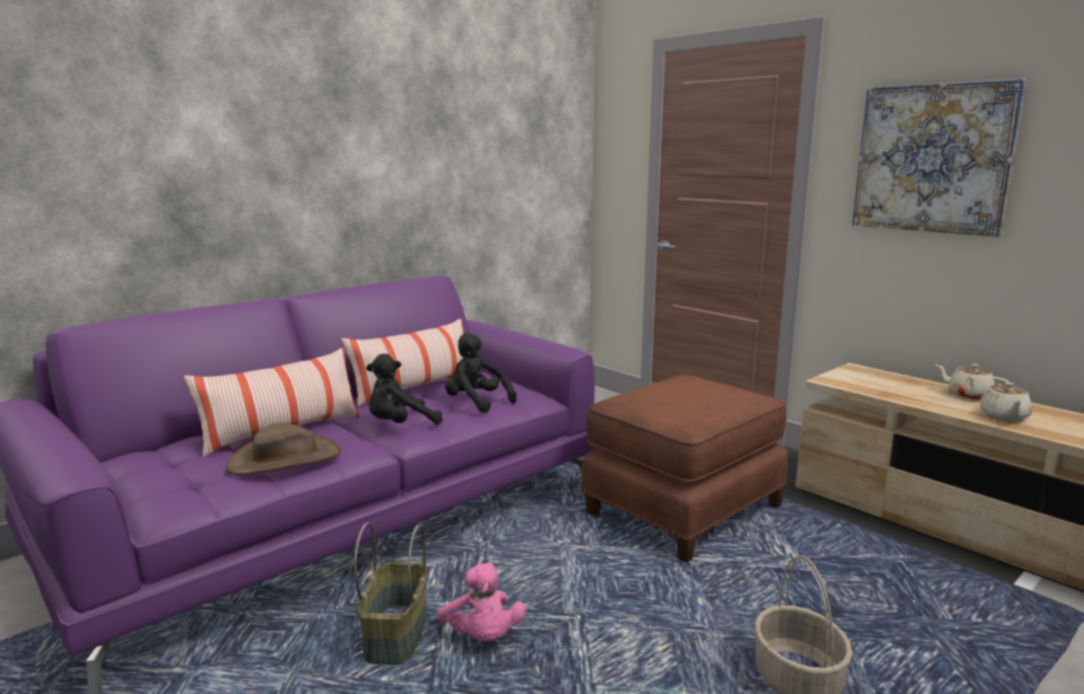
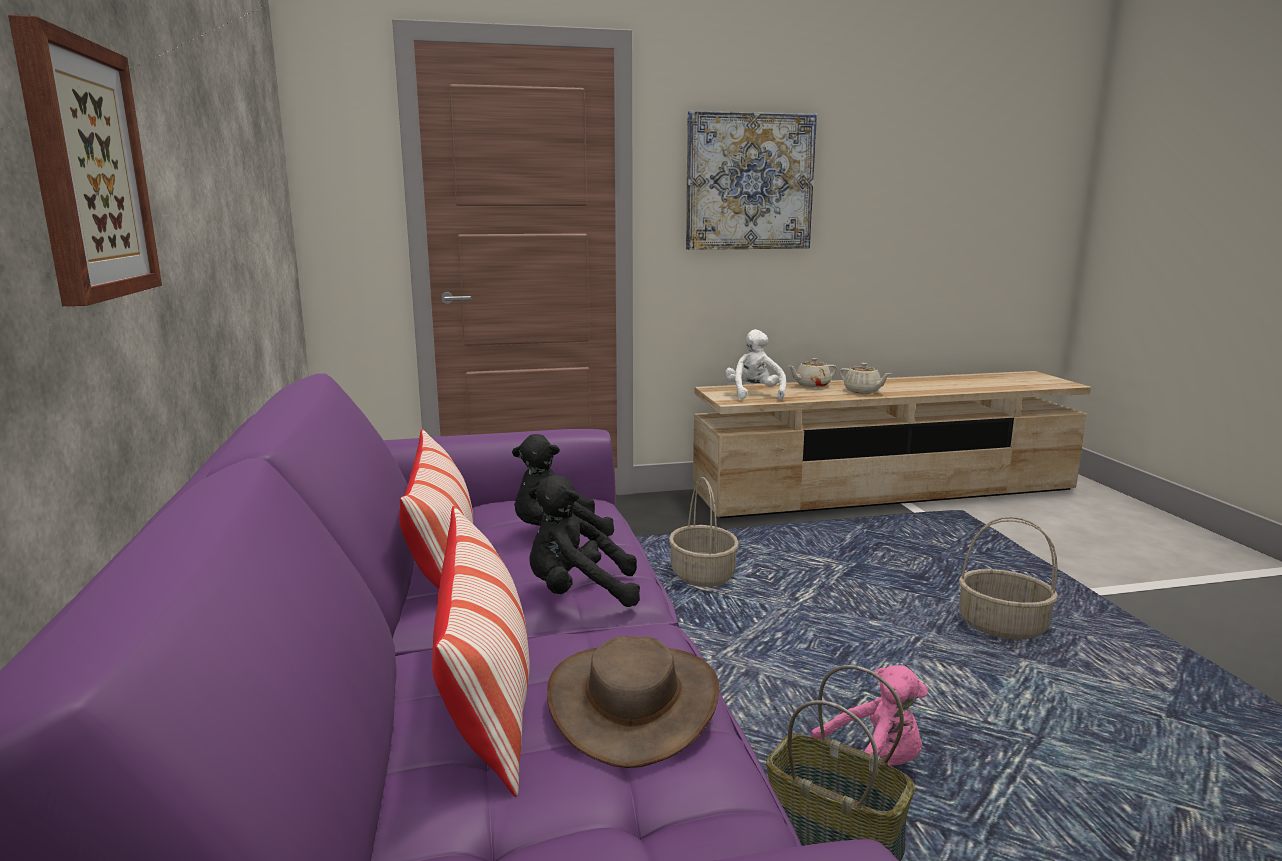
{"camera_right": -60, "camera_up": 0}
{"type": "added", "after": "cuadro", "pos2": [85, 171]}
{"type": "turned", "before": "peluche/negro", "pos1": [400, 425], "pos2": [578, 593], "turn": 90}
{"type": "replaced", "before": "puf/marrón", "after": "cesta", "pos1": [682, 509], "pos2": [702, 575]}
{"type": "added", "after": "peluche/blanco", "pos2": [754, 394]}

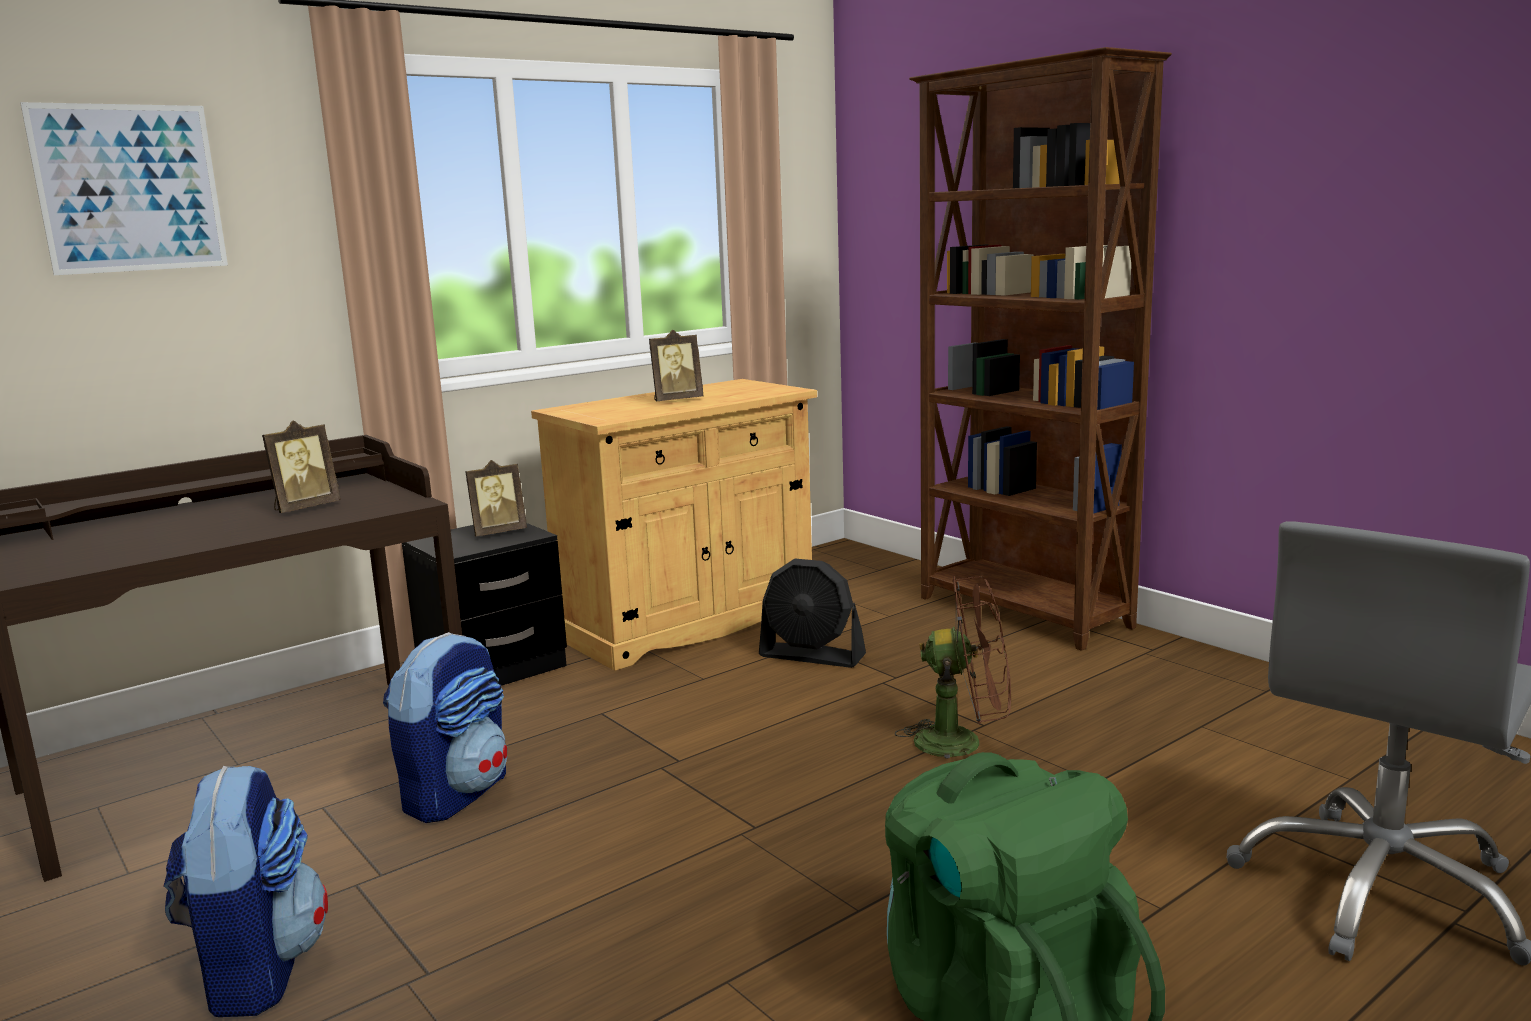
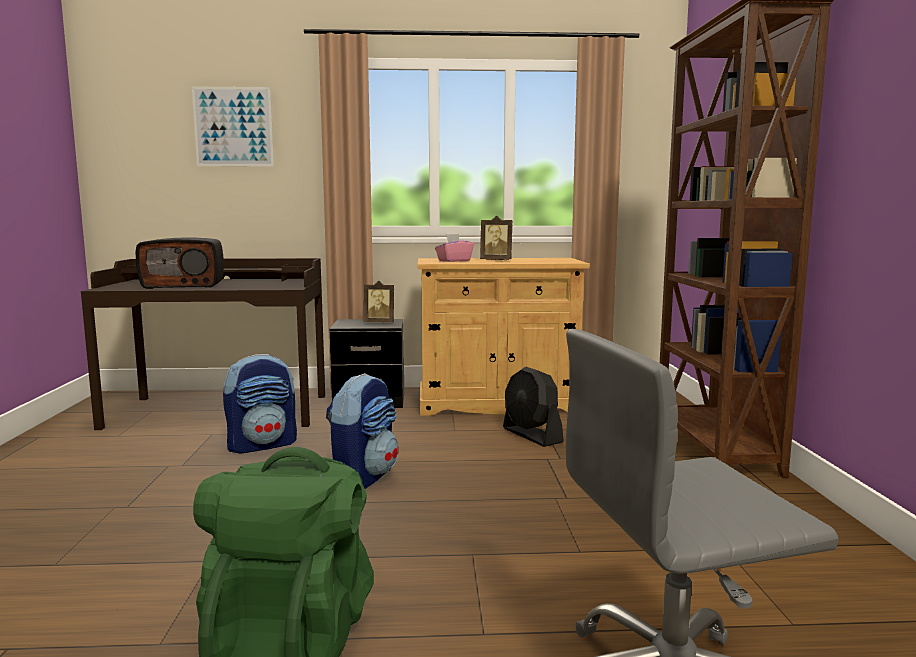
{"camera_right": 35, "camera_up": -5}
{"type": "added", "after": "radio", "pos2": [184, 285]}
{"type": "moved", "before": "mochila", "pos1": [255, 970], "pos2": [363, 477]}
{"type": "added", "after": "caja de pañuelos/rosa", "pos2": [454, 261]}
{"type": "removed", "before": "portarretratos", "pos1": [304, 508]}
{"type": "removed", "before": "ventilador/marrón", "pos1": [962, 742]}

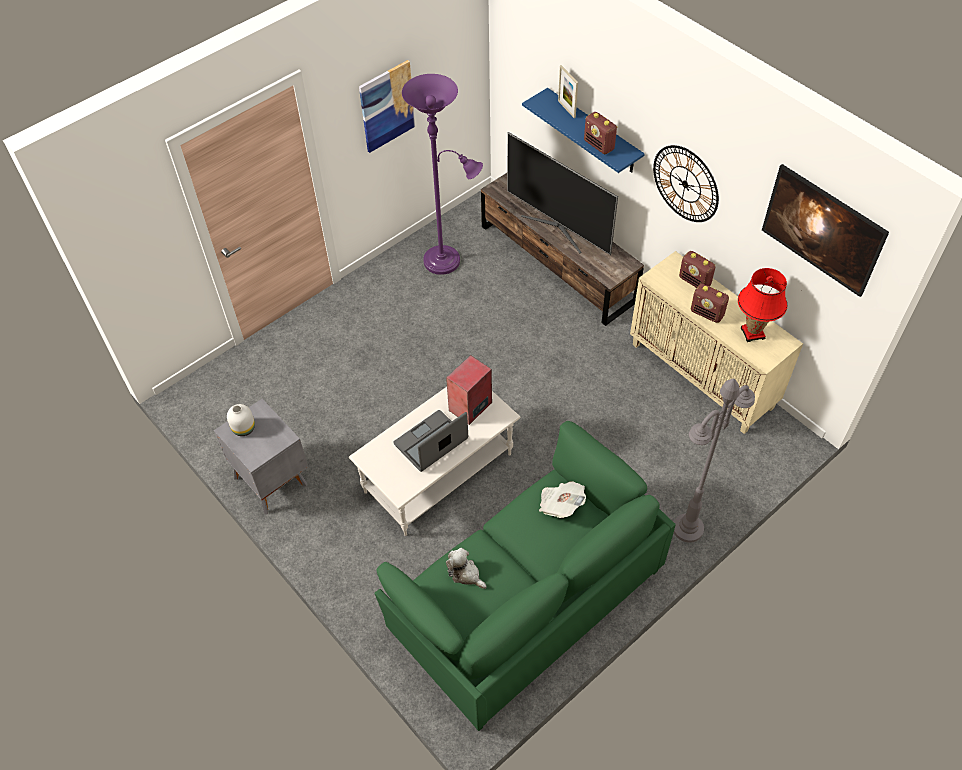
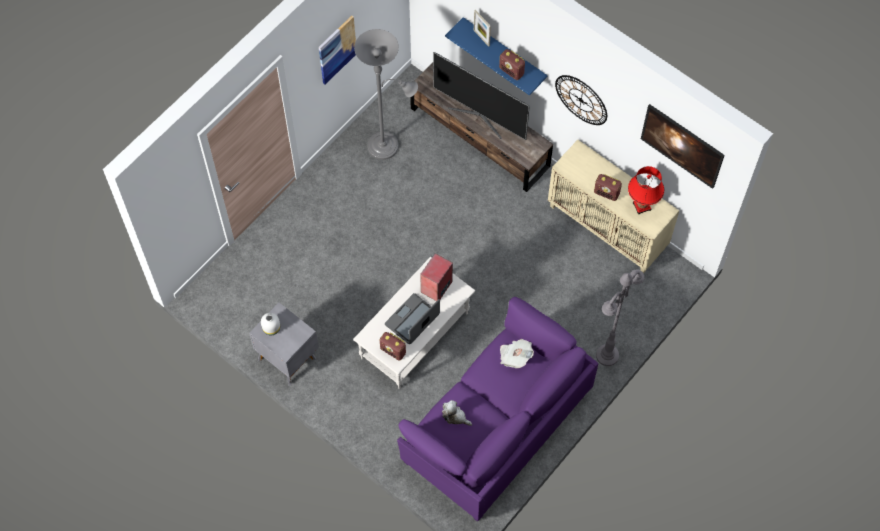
{"camera_right": -10, "camera_up": 10}
{"type": "recoloured", "before": "lámpara de pie/morado", "after": "lámpara de pie/gris", "pos1": [447, 261], "pos2": [387, 146]}
{"type": "moved", "before": "radio", "pos1": [695, 281], "pos2": [393, 351]}
{"type": "recoloured", "before": "sofá/verde", "after": "sofá/morado", "pos1": [525, 600], "pos2": [496, 425]}

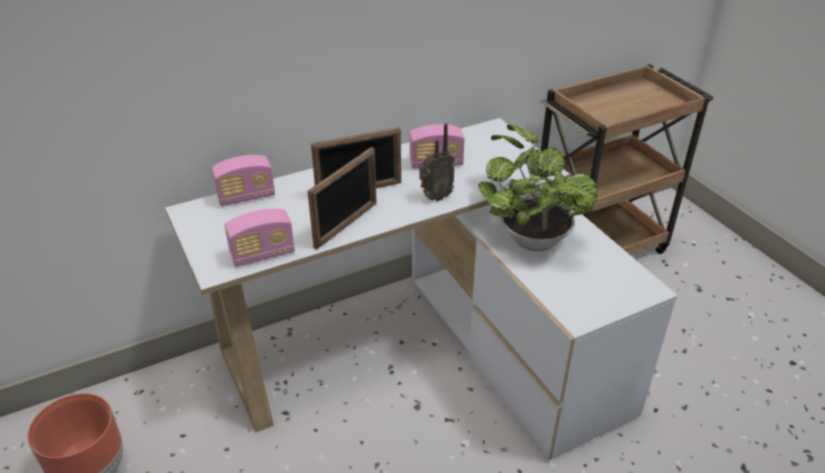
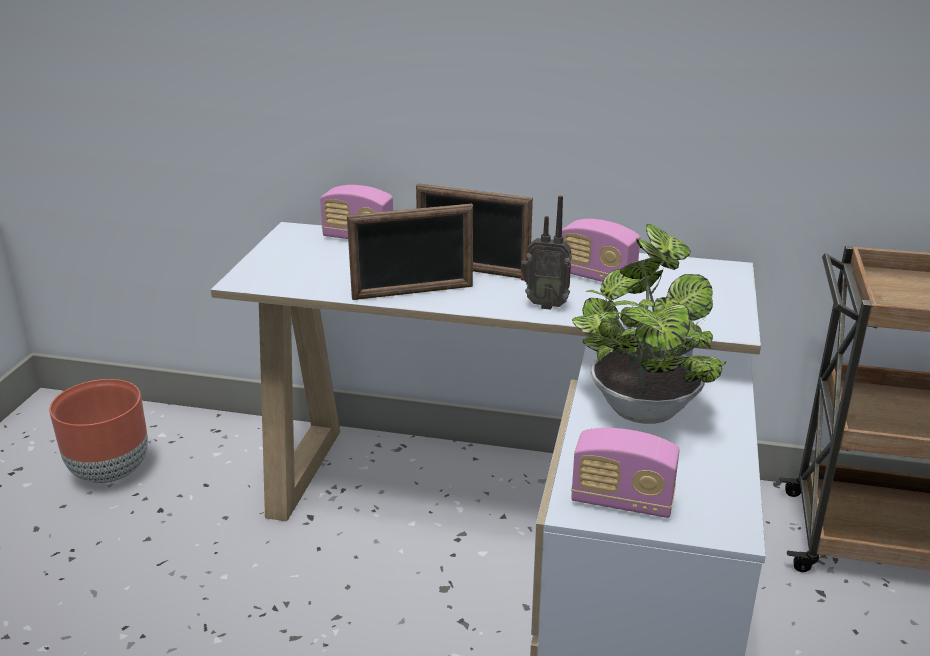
{"camera_right": 40, "camera_up": -10}
{"type": "moved", "before": "radio", "pos1": [262, 254], "pos2": [622, 501]}

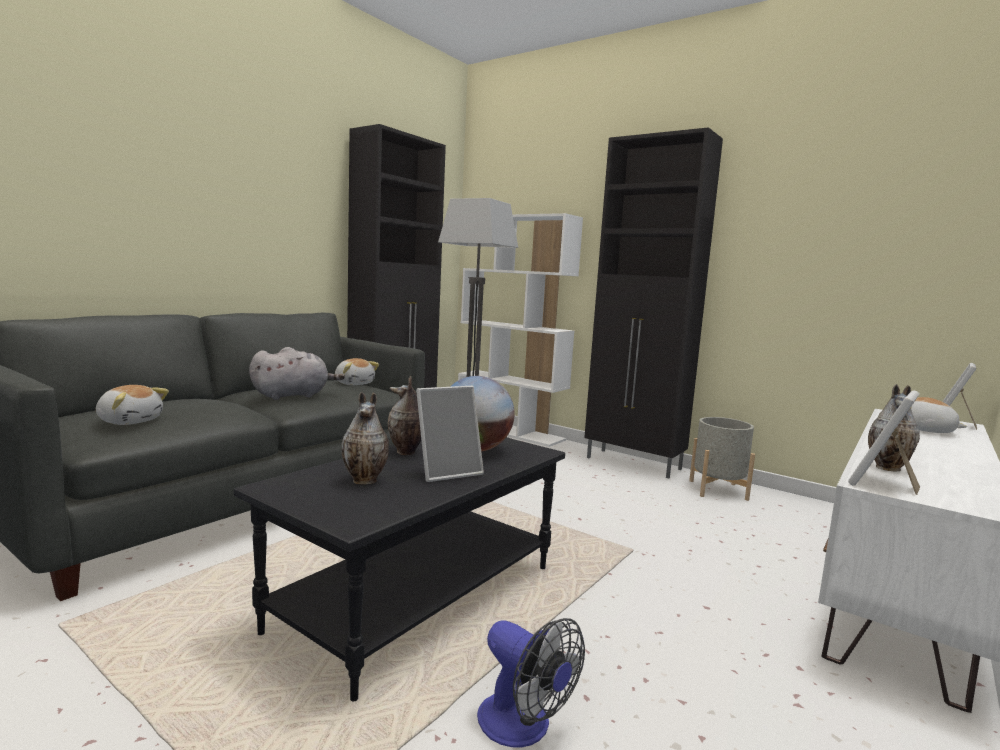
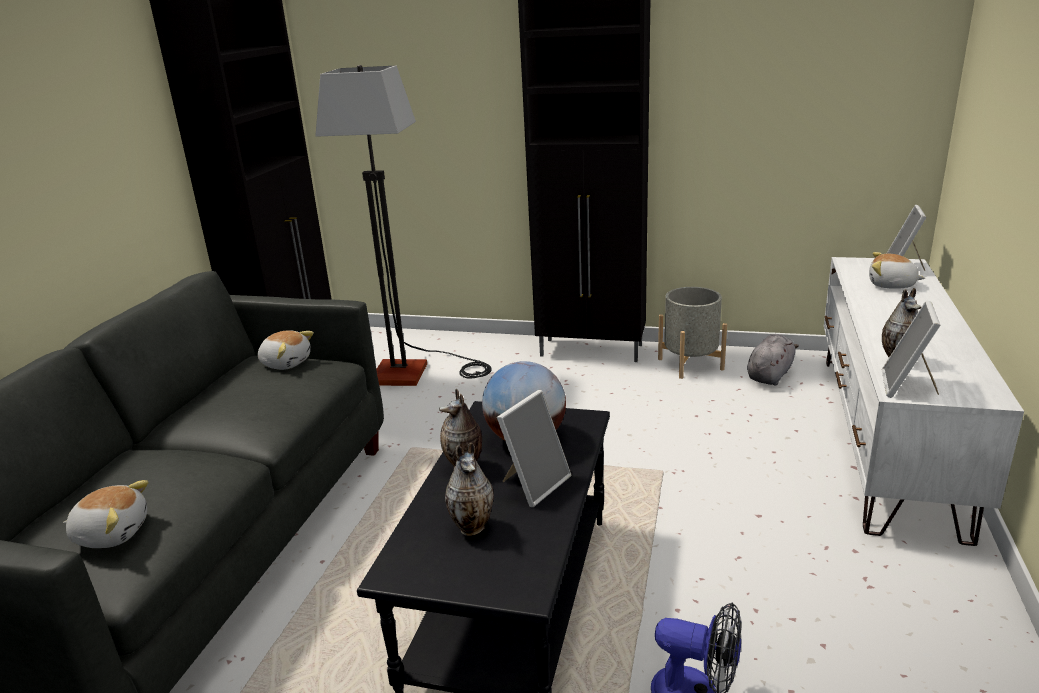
{"camera_right": -20, "camera_up": 15}
{"type": "moved", "before": "peluche/gris", "pos1": [293, 395], "pos2": [770, 375]}
{"type": "removed", "before": "estantería/blanco", "pos1": [510, 431]}

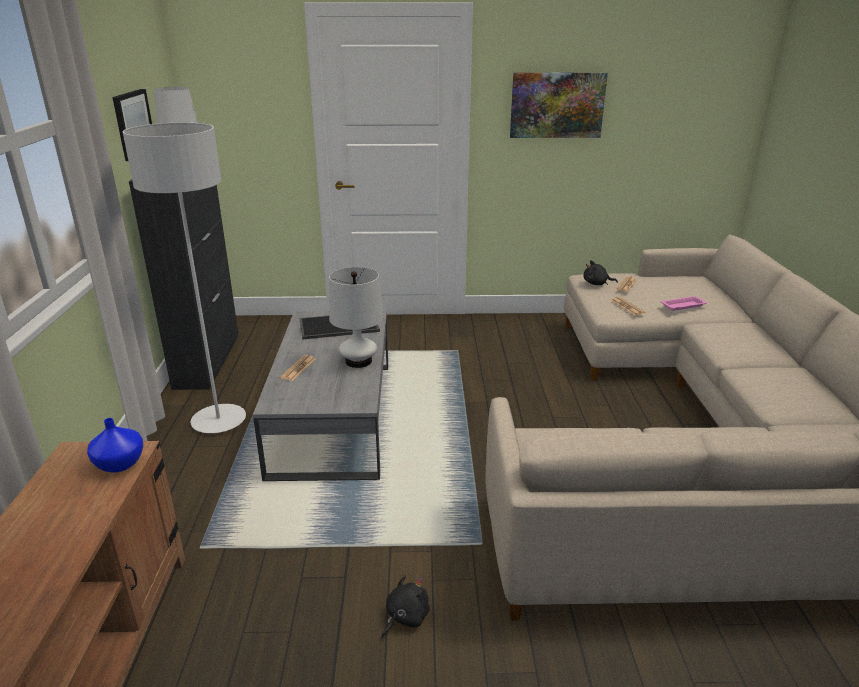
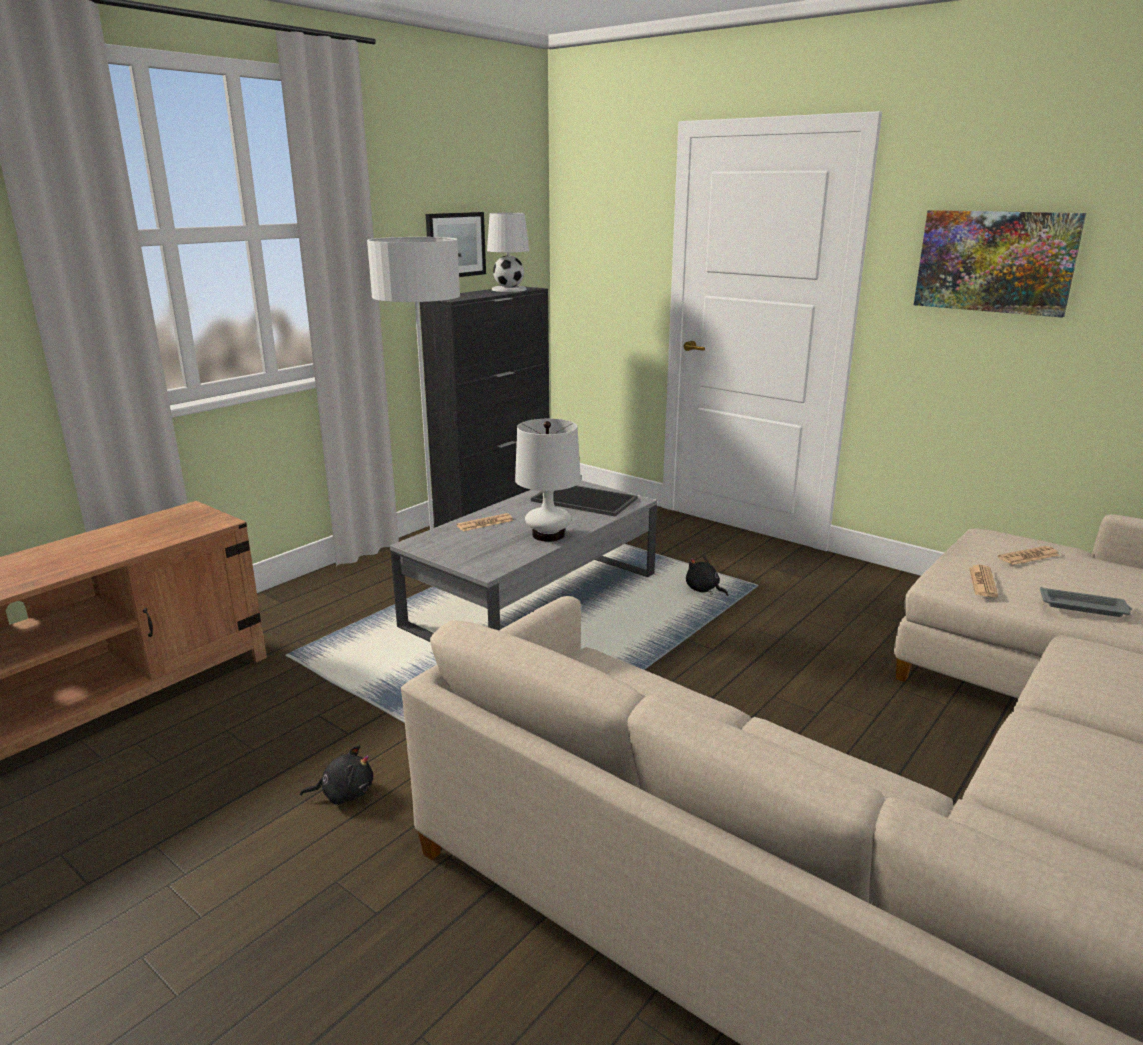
{"camera_right": 40, "camera_up": -5}
{"type": "moved", "before": "peluche/negro", "pos1": [596, 284], "pos2": [703, 590]}
{"type": "recoloured", "before": "bandeja/rosa", "after": "bandeja/gris", "pos1": [683, 306], "pos2": [1084, 607]}
{"type": "removed", "before": "florero/azul", "pos1": [119, 464]}

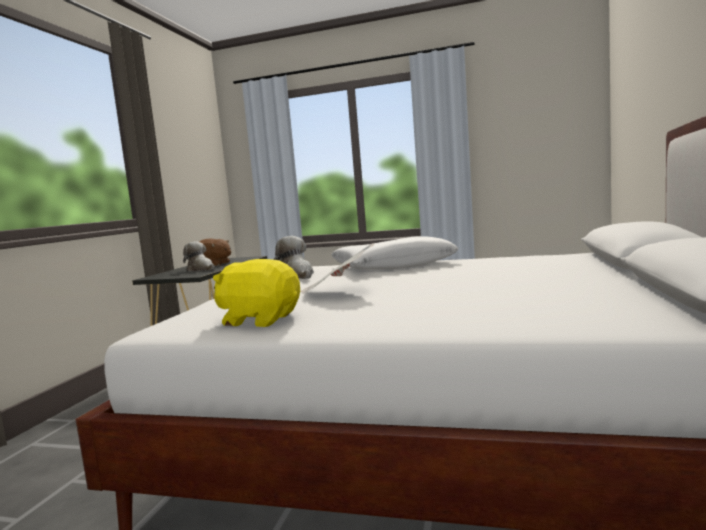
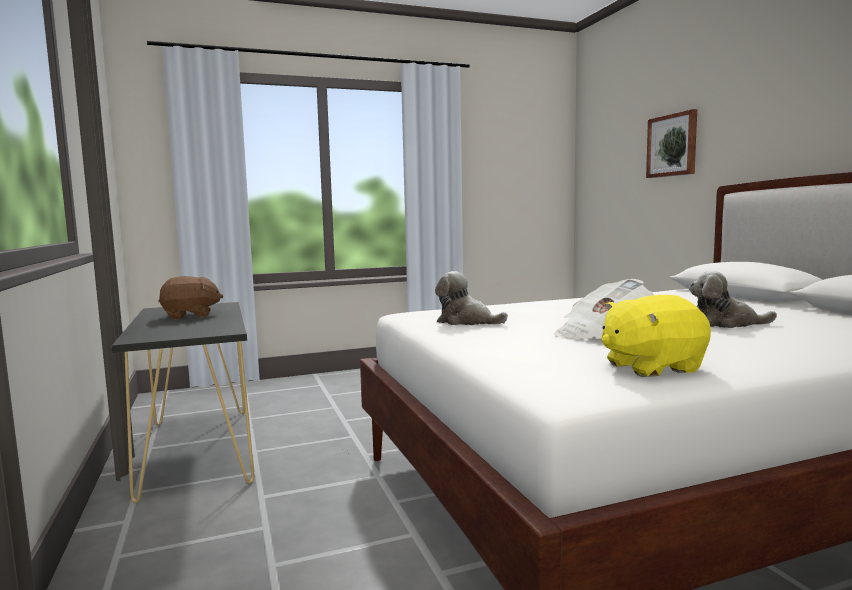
{"camera_right": -35, "camera_up": 0}
{"type": "added", "after": "cuadro", "pos2": [672, 145]}
{"type": "moved", "before": "peluche", "pos1": [201, 269], "pos2": [725, 324]}
{"type": "removed", "before": "cojín/blanco", "pos1": [394, 265]}

